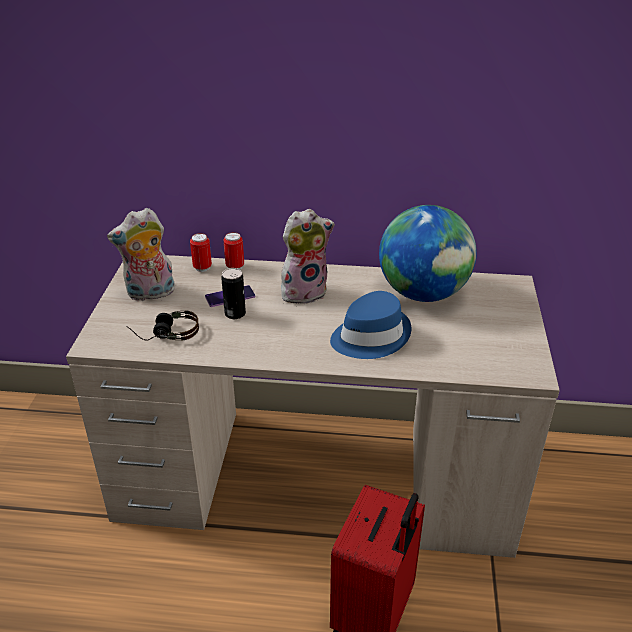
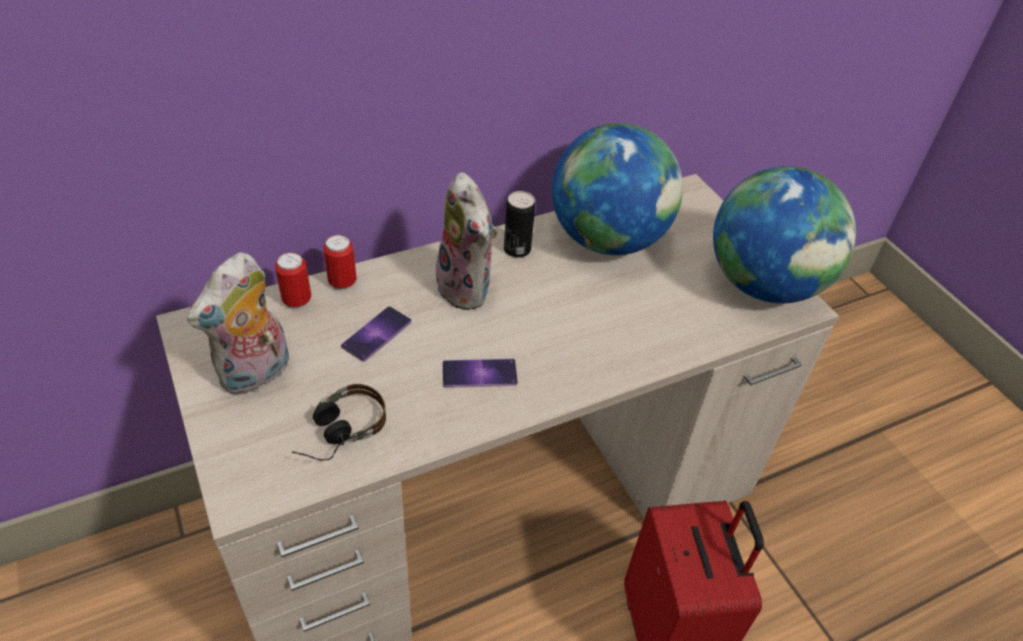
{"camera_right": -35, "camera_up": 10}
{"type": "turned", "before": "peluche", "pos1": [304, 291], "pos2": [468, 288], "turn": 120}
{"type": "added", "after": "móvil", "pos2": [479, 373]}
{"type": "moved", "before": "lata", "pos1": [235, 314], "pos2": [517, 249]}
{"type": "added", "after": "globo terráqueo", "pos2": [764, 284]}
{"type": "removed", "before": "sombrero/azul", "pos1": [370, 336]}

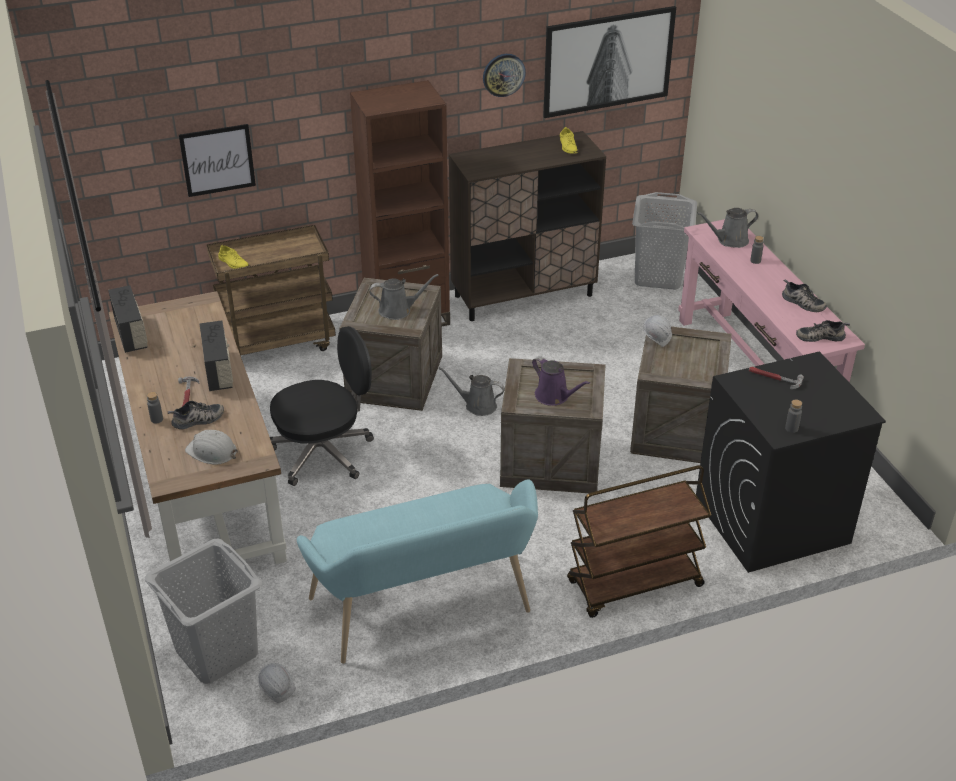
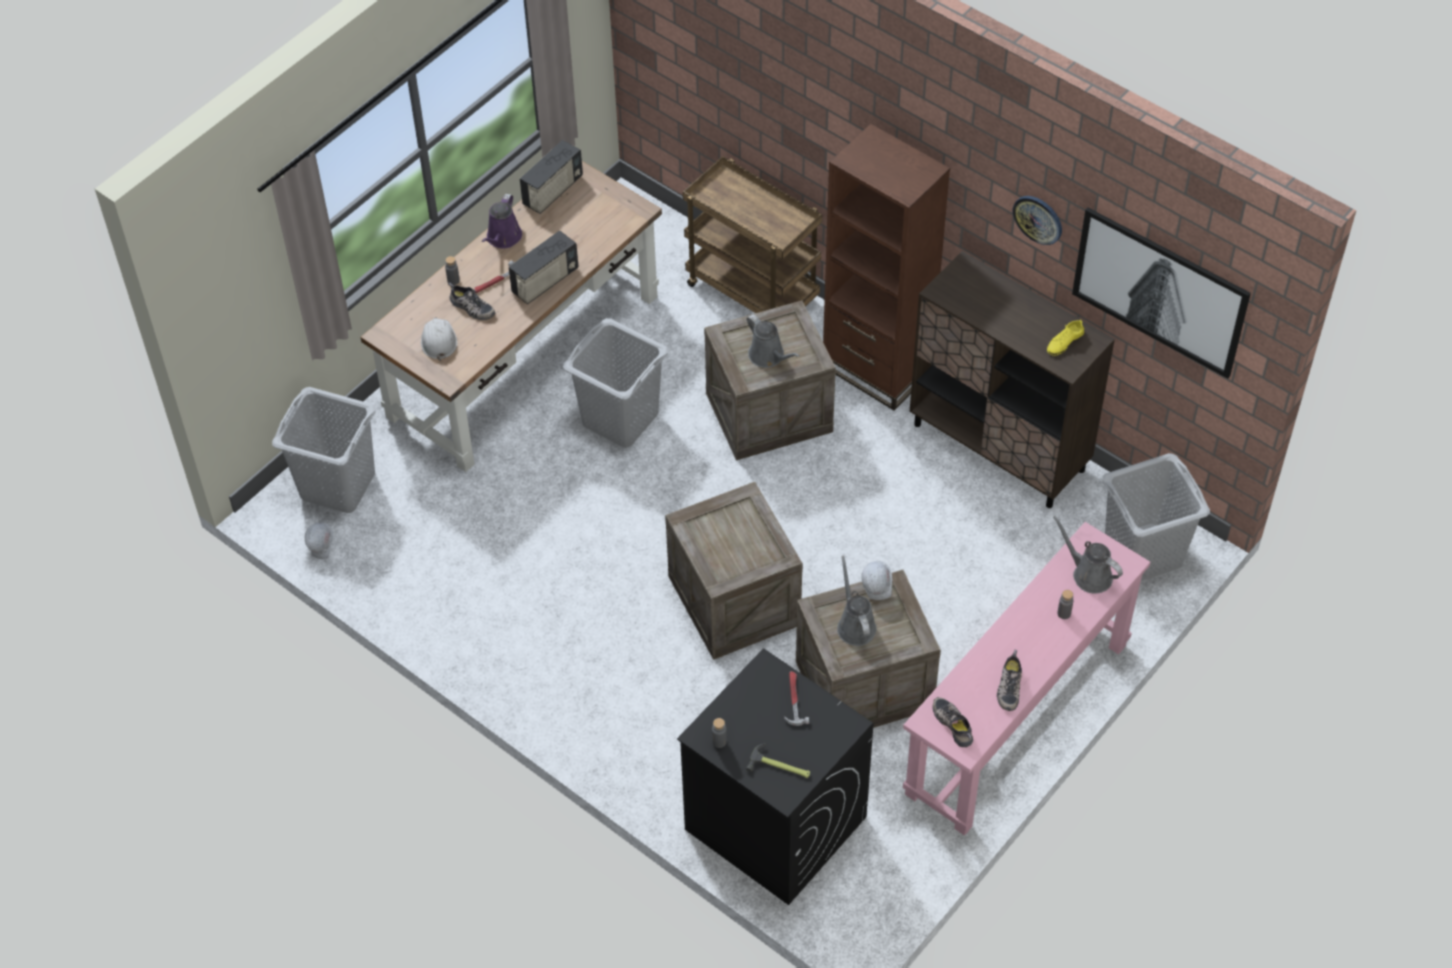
{"camera_right": 60, "camera_up": 15}
{"type": "moved", "before": "regadera/morado", "pos1": [554, 396], "pos2": [503, 238]}
{"type": "replaced", "before": "silla de oficina/negro", "after": "cesto de la ropa/gris", "pos1": [324, 453], "pos2": [620, 419]}
{"type": "added", "after": "martillo", "pos2": [780, 767]}
{"type": "moved", "before": "regadera/gris", "pos1": [477, 405], "pos2": [855, 625]}
{"type": "removed", "before": "cuadro", "pos1": [217, 160]}
{"type": "removed", "before": "zapato/amarillo", "pos1": [233, 263]}
{"type": "removed", "before": "banco/turquesa", "pos1": [425, 611]}
{"type": "removed", "before": "carrito/marrón", "pos1": [634, 585]}

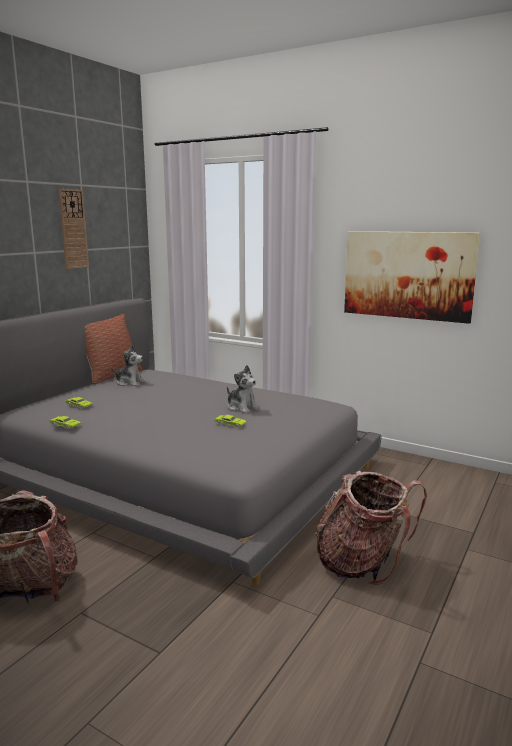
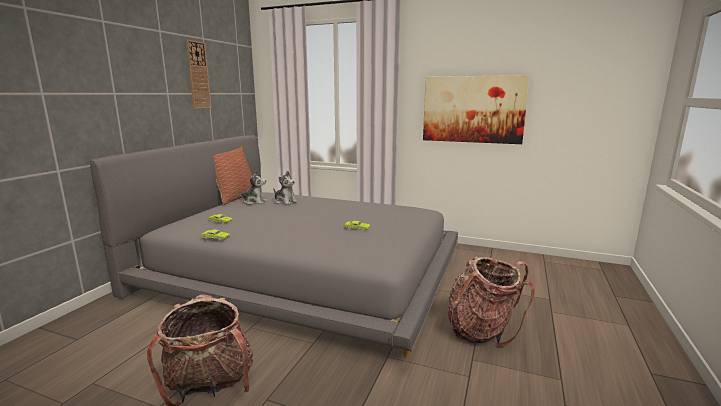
{"camera_right": -10, "camera_up": 0}
{"type": "moved", "before": "peluche", "pos1": [242, 408], "pos2": [285, 202]}

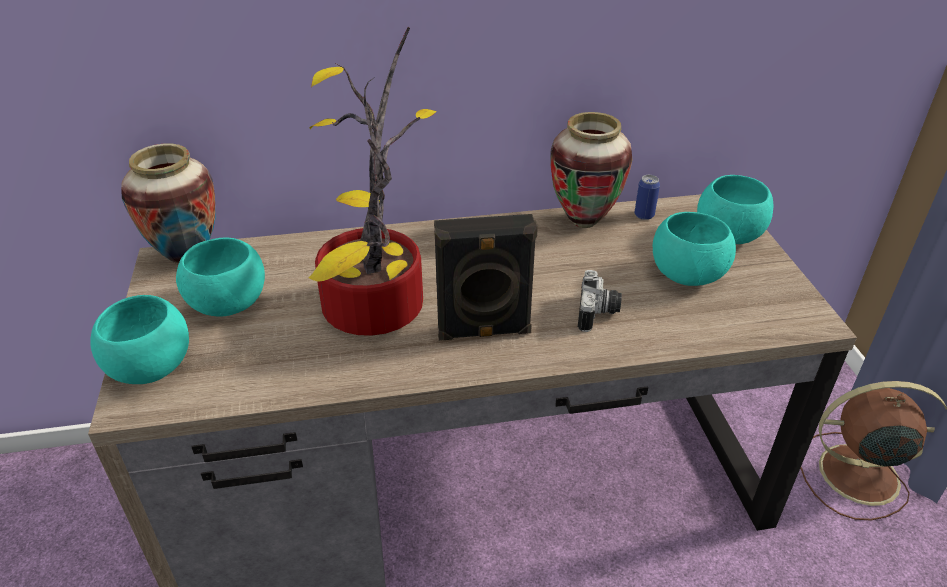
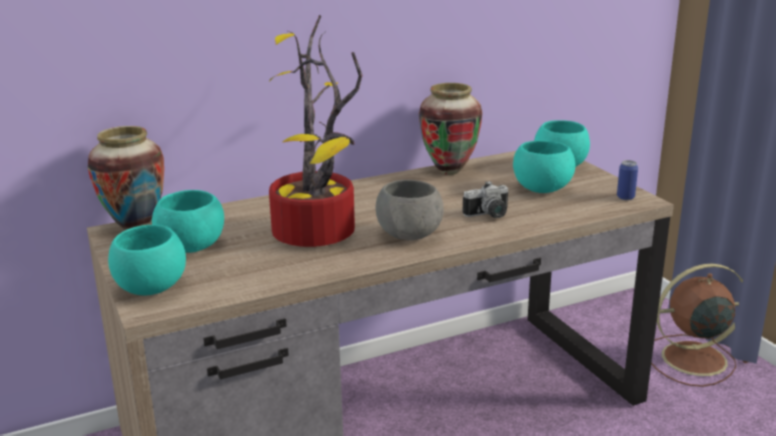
{"camera_right": -15, "camera_up": -15}
{"type": "replaced", "before": "altavoz/negro", "after": "cuenco/gris", "pos1": [484, 332], "pos2": [409, 235]}
{"type": "turned", "before": "cámara", "pos1": [598, 313], "pos2": [489, 215], "turn": 75}
{"type": "moved", "before": "lata", "pos1": [644, 215], "pos2": [625, 197]}

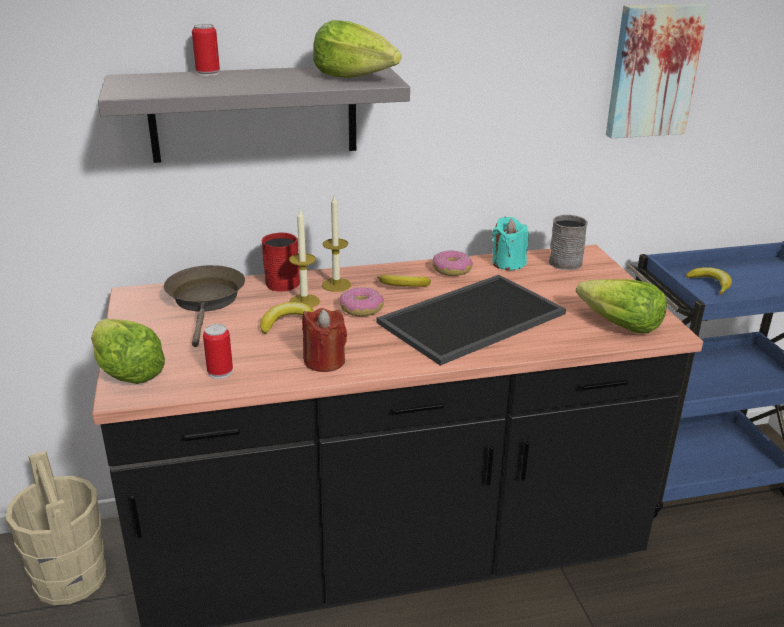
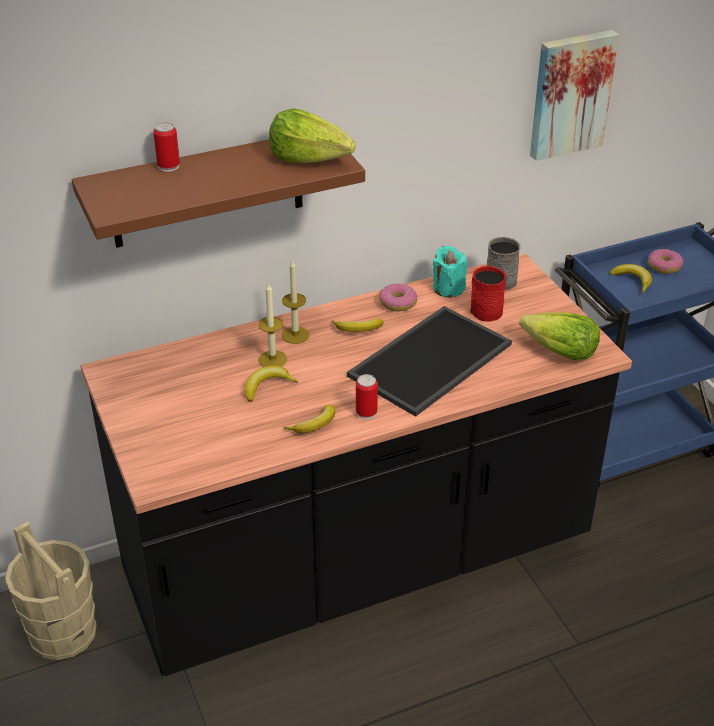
{"camera_right": -10, "camera_up": 10}
{"type": "recoloured", "before": "estante/gris", "after": "estante/marrón", "pos1": [254, 113], "pos2": [207, 189]}
{"type": "replaced", "before": "vela/rojo", "after": "plátano", "pos1": [324, 361], "pos2": [314, 425]}
{"type": "moved", "before": "lata", "pos1": [220, 372], "pos2": [366, 412]}
{"type": "moved", "before": "taza grande/rojo", "pos1": [281, 281], "pos2": [483, 309]}
{"type": "moved", "before": "rosquilla", "pos1": [361, 309], "pos2": [664, 267]}
{"type": "removed", "before": "lechuga", "pos1": [126, 371]}
{"type": "removed", "before": "sartén/marrón", "pos1": [206, 301]}

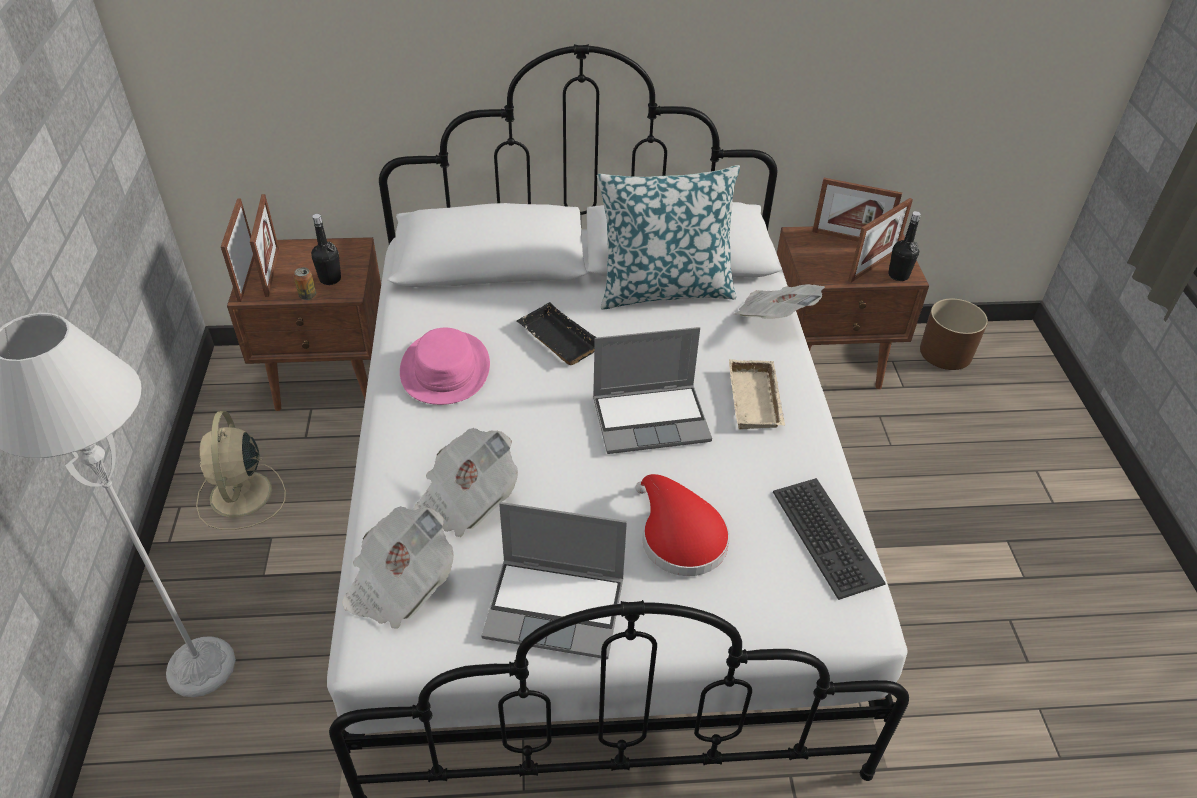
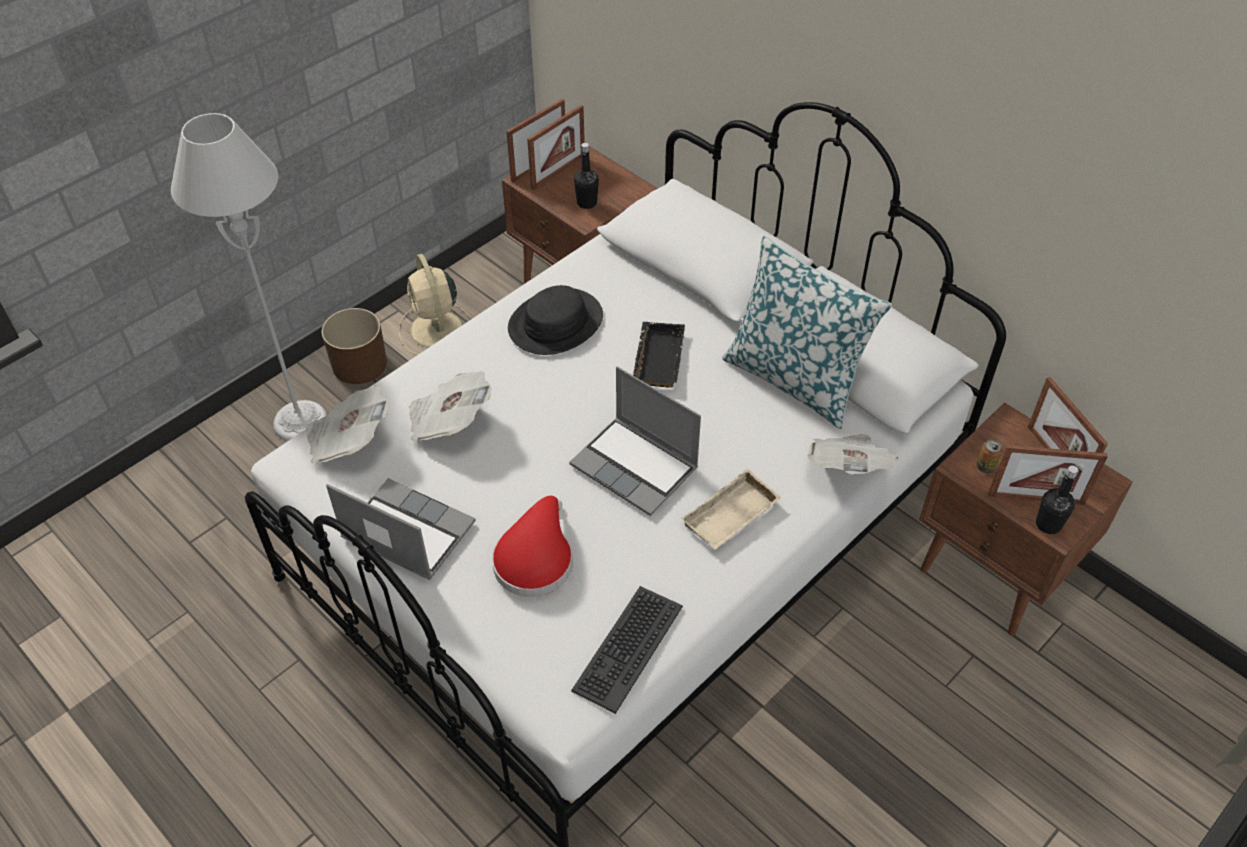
{"camera_right": 50, "camera_up": 5}
{"type": "moved", "before": "maceta/marrón", "pos1": [945, 353], "pos2": [359, 364]}
{"type": "turned", "before": "portátil", "pos1": [557, 608], "pos2": [406, 532], "turn": 150}
{"type": "turned", "before": "ventilador/beis", "pos1": [241, 496], "pos2": [437, 331], "turn": -60}
{"type": "recoloured", "before": "sombrero/rosa", "after": "sombrero/negro", "pos1": [445, 369], "pos2": [556, 323]}
{"type": "moved", "before": "lata", "pos1": [307, 296], "pos2": [985, 467]}

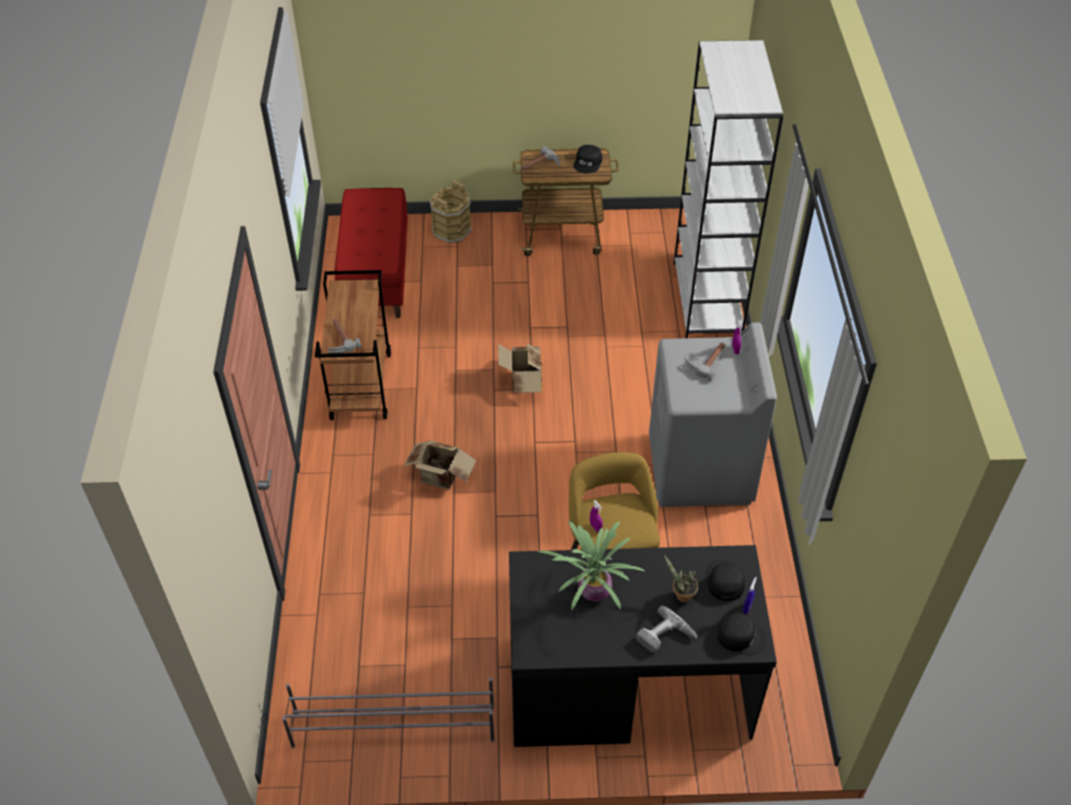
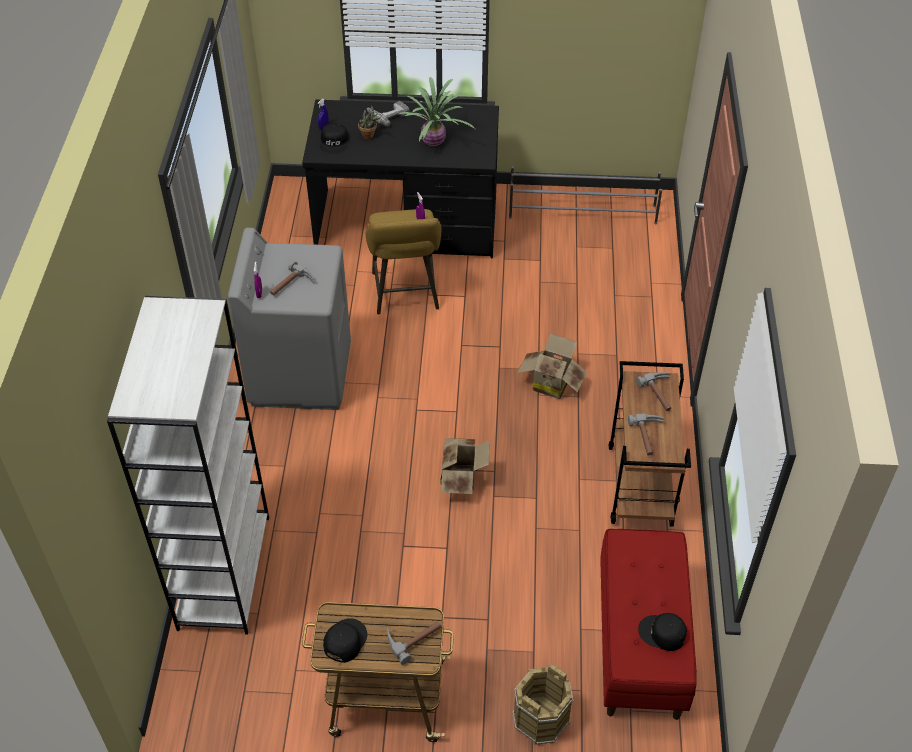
{"camera_right": -175, "camera_up": 0}
{"type": "added", "after": "martillo", "pos2": [649, 437]}
{"type": "moved", "before": "gorra/negro", "pos1": [741, 636], "pos2": [662, 633]}

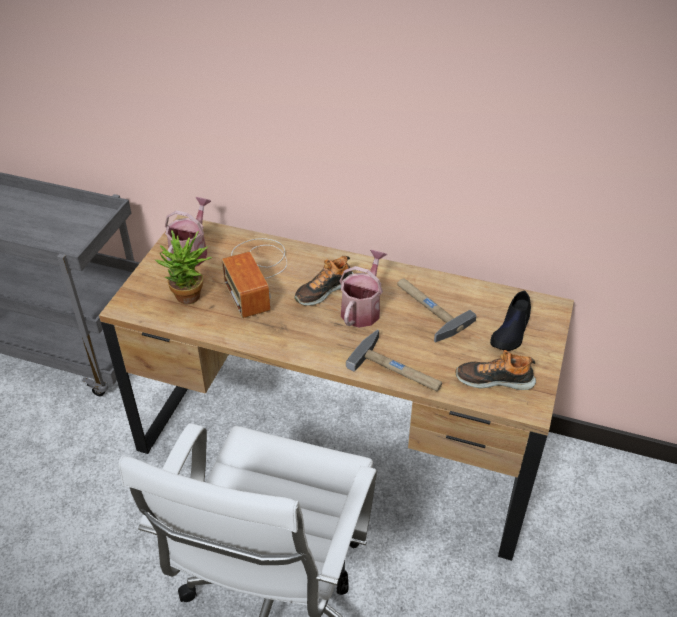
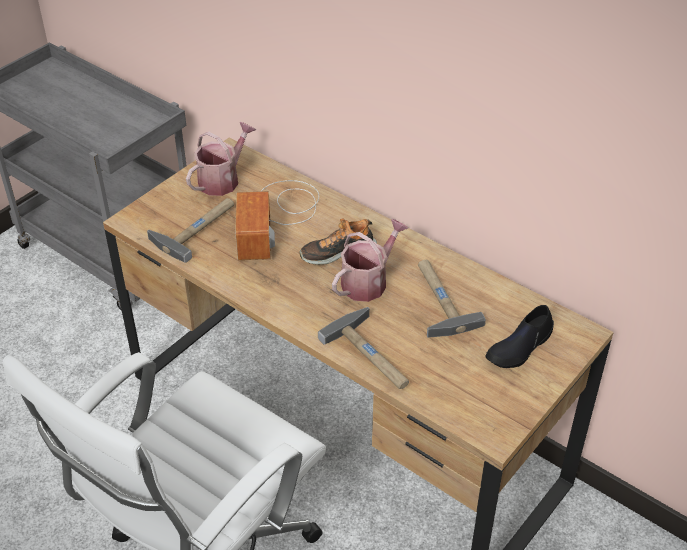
{"camera_right": 20, "camera_up": 0}
{"type": "replaced", "before": "planta en maceta", "after": "martillo", "pos1": [190, 299], "pos2": [197, 228]}
{"type": "removed", "before": "zapato", "pos1": [494, 379]}

